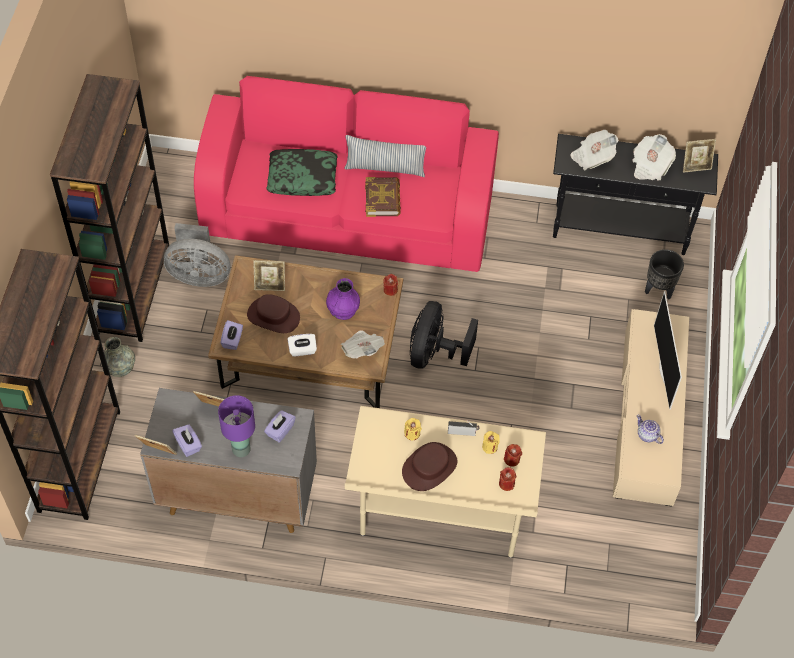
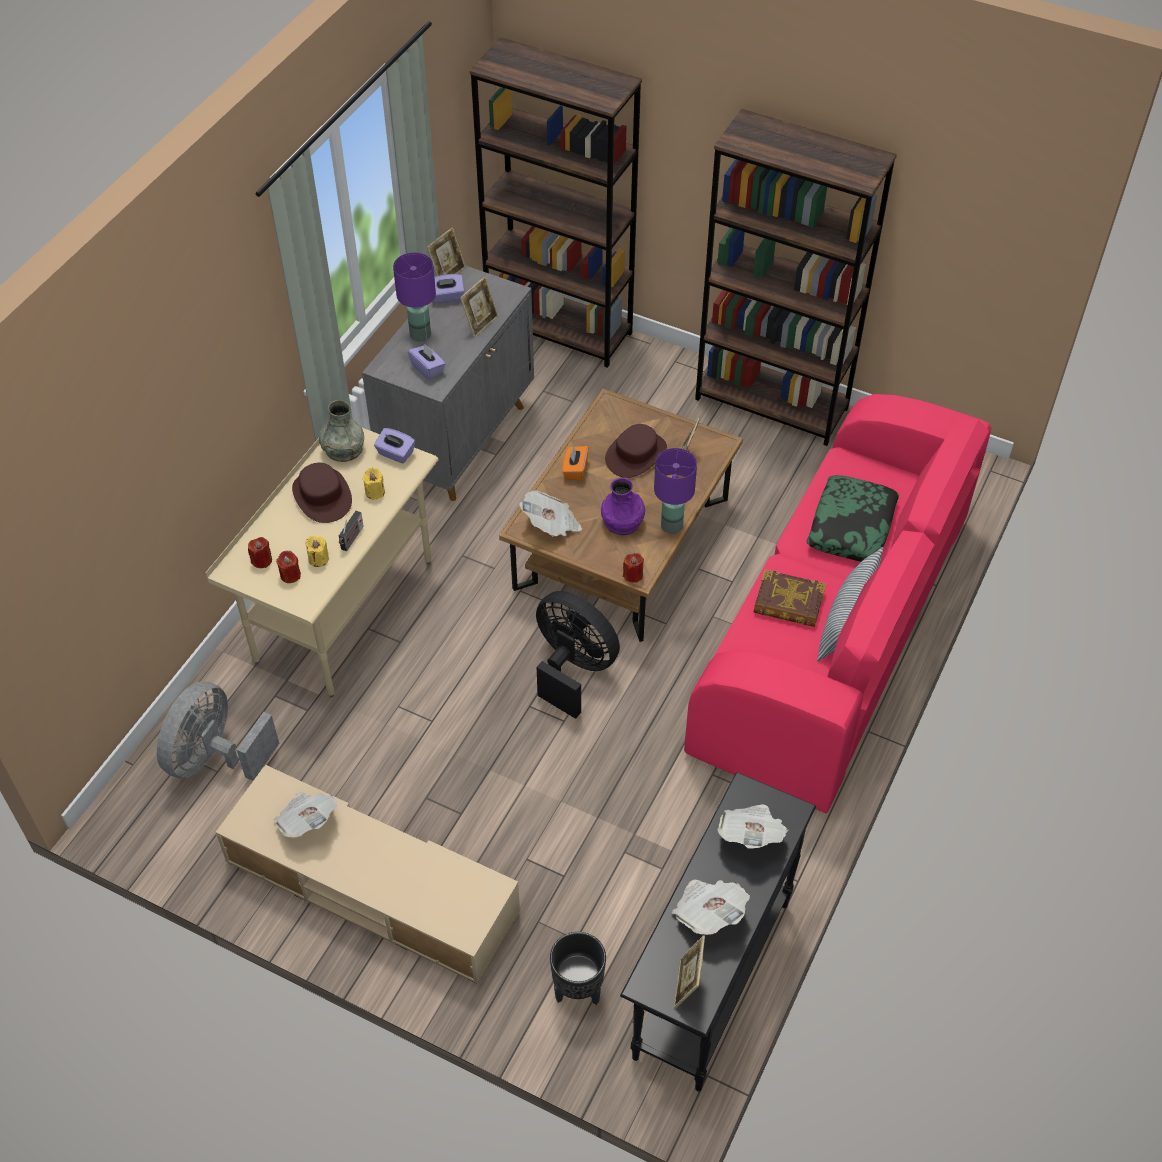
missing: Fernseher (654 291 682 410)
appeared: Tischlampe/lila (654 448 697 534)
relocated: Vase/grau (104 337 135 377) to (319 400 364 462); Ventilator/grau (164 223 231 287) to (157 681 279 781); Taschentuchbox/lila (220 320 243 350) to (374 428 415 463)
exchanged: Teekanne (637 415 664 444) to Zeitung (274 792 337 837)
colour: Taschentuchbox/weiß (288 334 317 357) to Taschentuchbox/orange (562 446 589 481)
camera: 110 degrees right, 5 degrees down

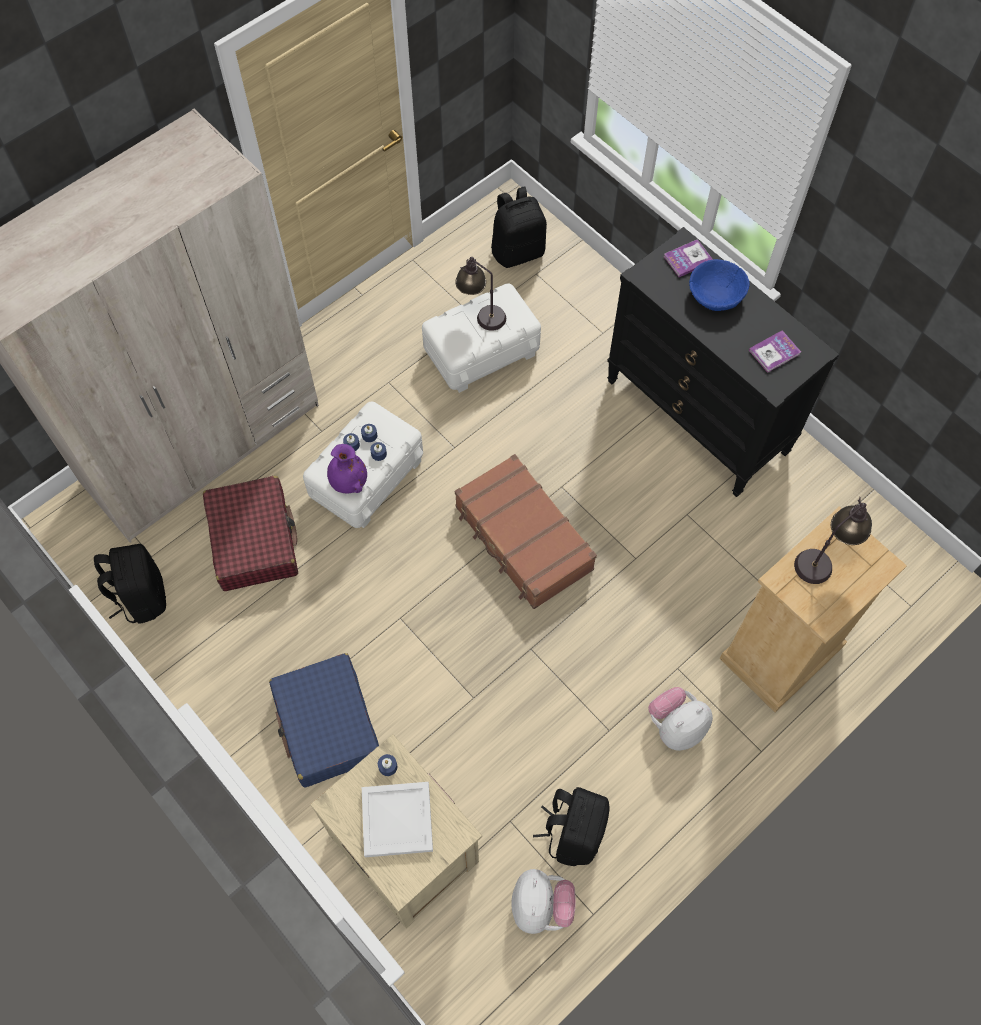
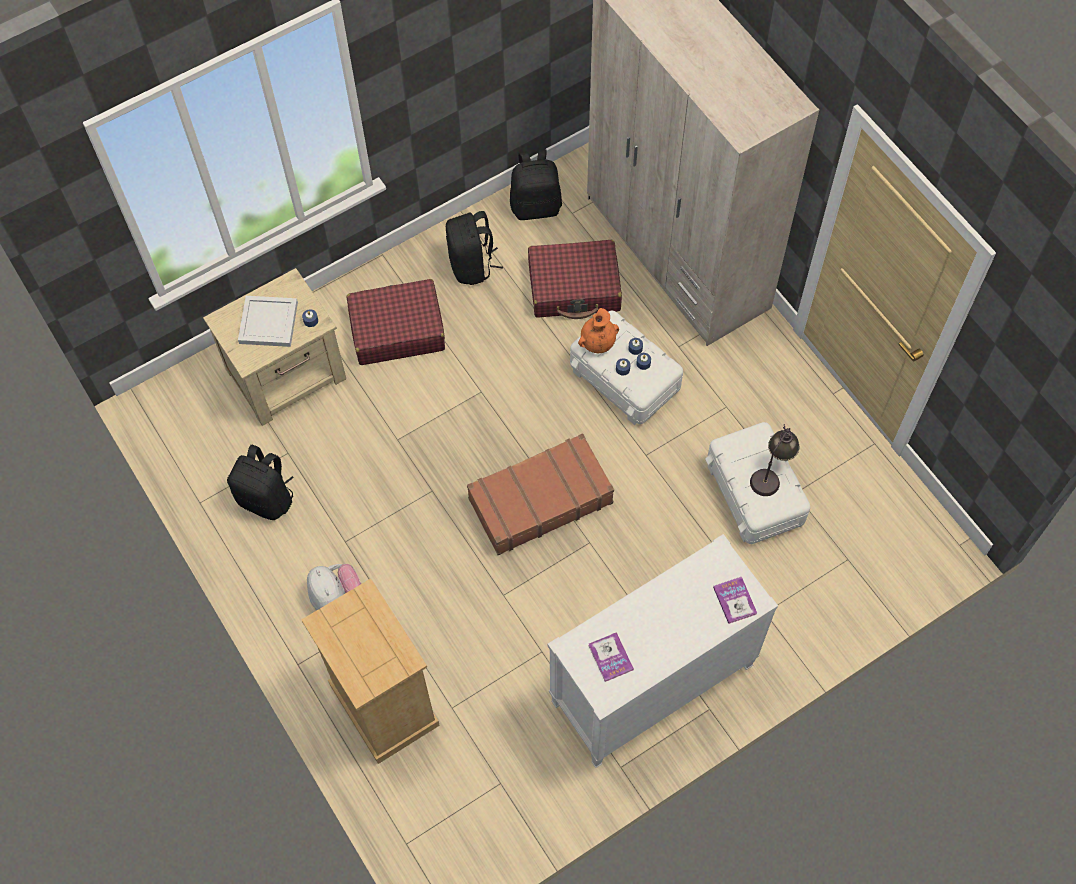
missing: Plüschtier (511 869 576 934); Schüssel/blau (689 259 750 311); Tischlampe (794 497 872 584)
relocated: Rucksack/schwarz (491 187 547 268) to (446 211 503 285)
colour: Koffer/blau (269 653 379 788) to Koffer/rot (346 279 445 365); Vase/lila (327 444 367 493) to Vase/orange (578 308 619 353); Kommode/schwarz (607 227 839 497) to Kommode/weiß (548 534 778 768)
camera: 100 degrees right, 0 degrees up

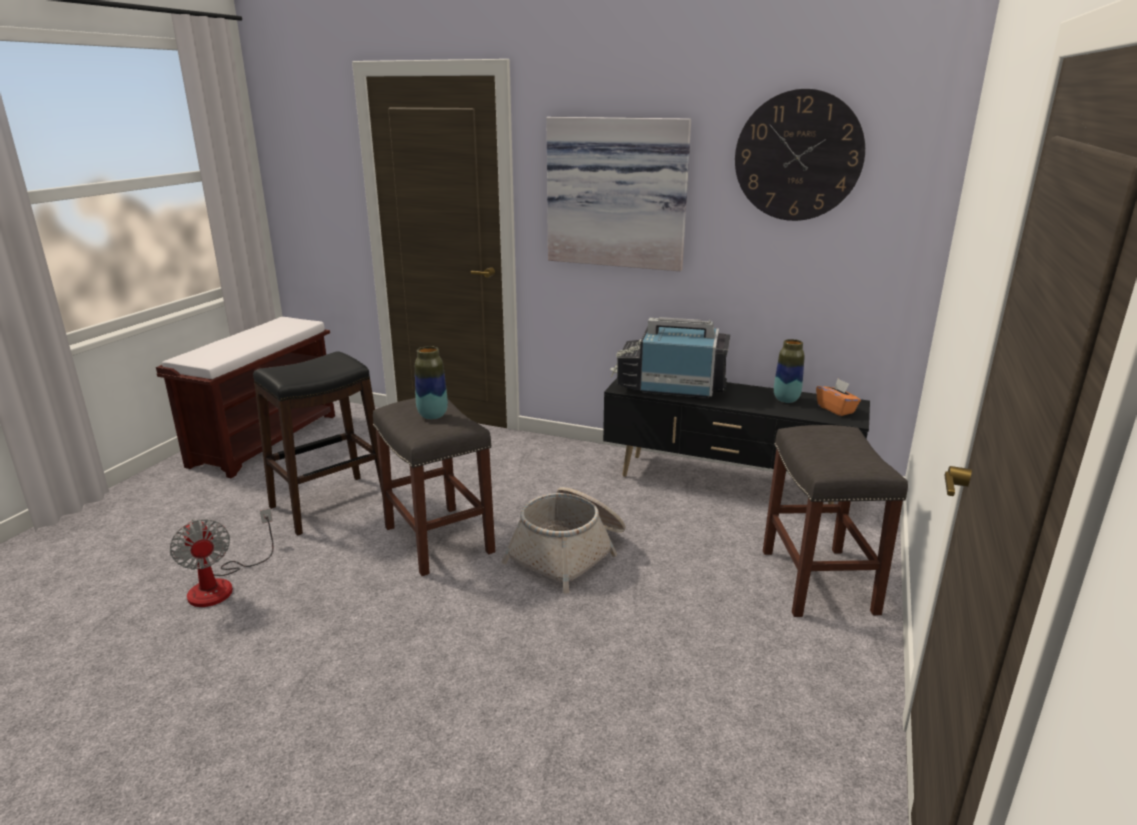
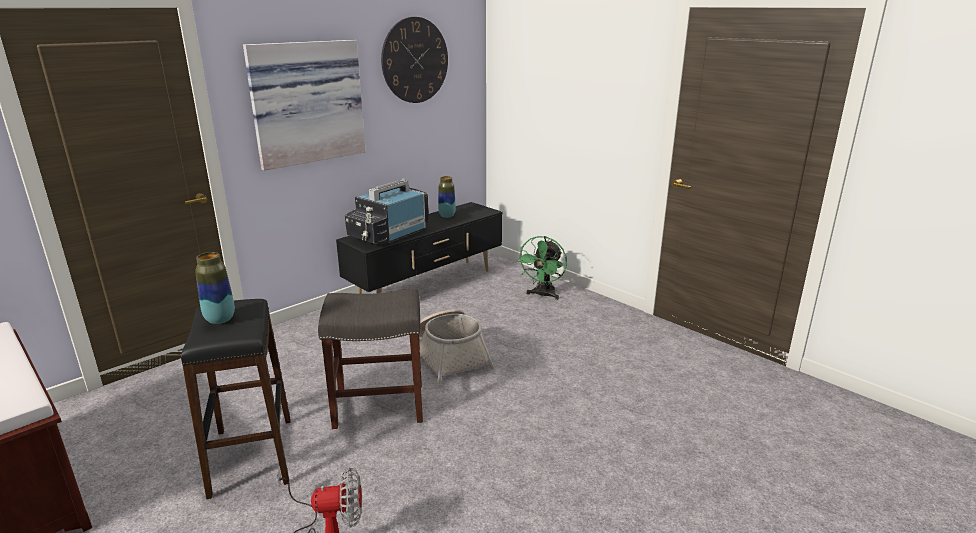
missing: Taschentuchbox/orange (816 379 861 416)
relocated: Vase (415 346 448 420) to (195 252 235 324)
exchanged: Hocker/grau (763 425 908 617) to Ventilator/grün (517 236 567 300)
camera: 65 degrees left, 0 degrees up

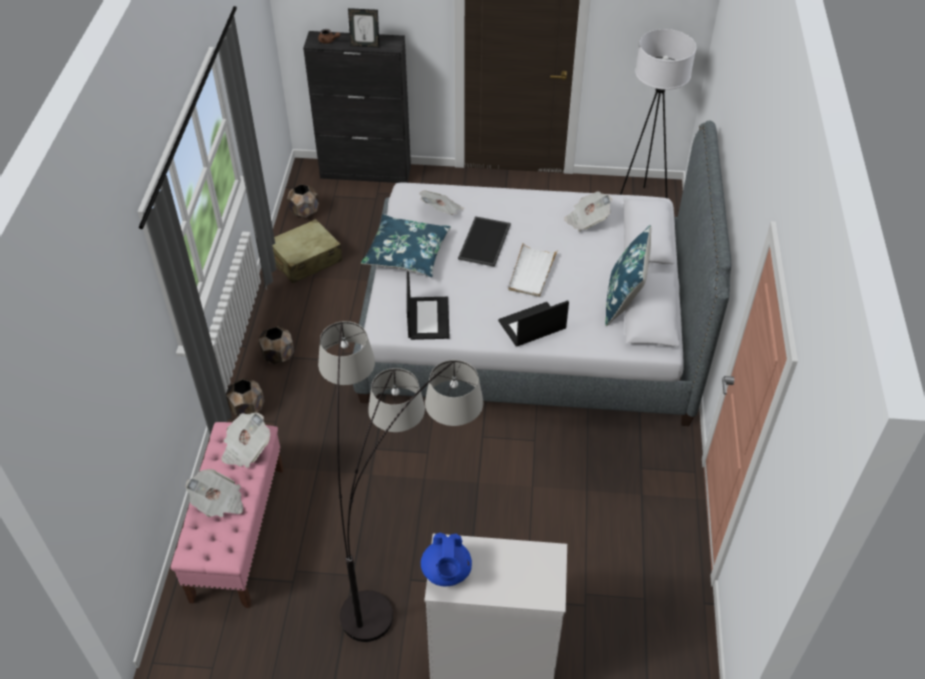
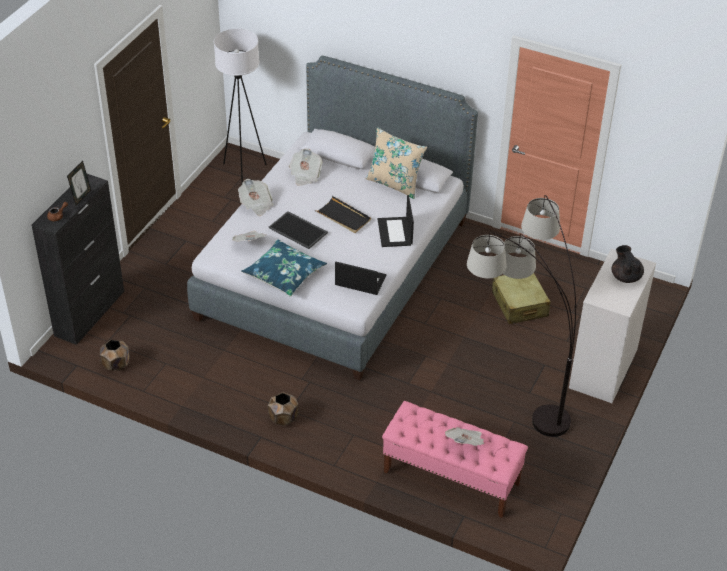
missing: Pflanzkübel/braun (226 378 265 416); Teekanne/blau (421 532 472 587)
appeared: Teekanne/schwarz (611 245 644 283)
relocated: Zeitung (221 413 270 468) to (238 179 274 216); Koffer/beige (272 219 343 283) to (492 273 551 324)
colour: Tablett/weiß (508 243 558 297) to Tablett/schwarz (315 196 371 233); Kissen/blau (605 225 651 326) to Kissen/beige (365 127 427 199)
camera: 70 degrees left, 5 degrees down

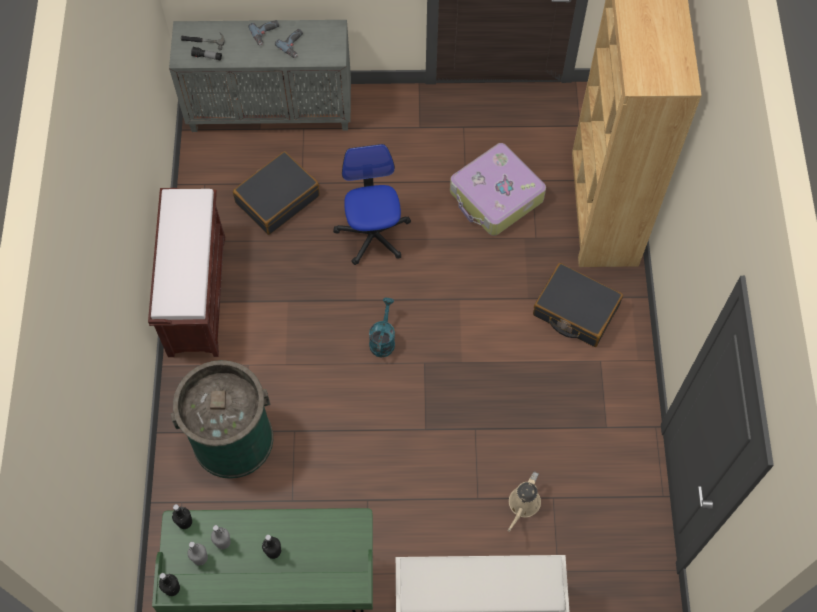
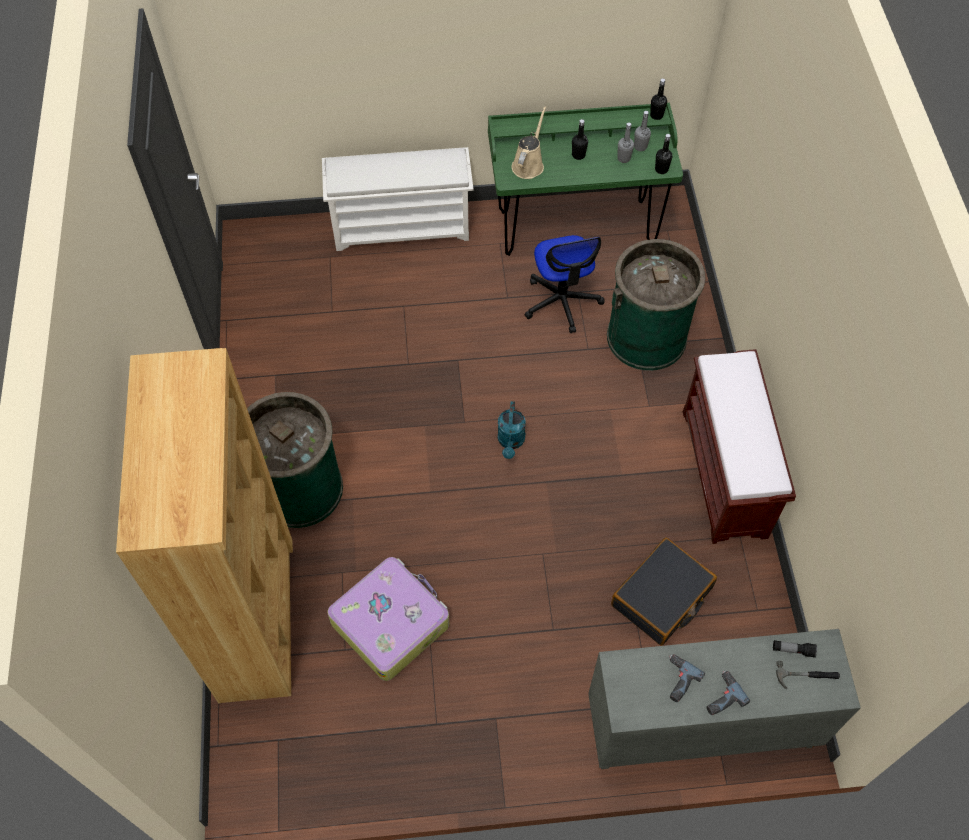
relocated: Bürostuhl (333 144 411 265) to (524 235 605 333); Gießkanne/beige (508 471 541 532) to (512 106 546 179)
exchanged: Koffer/schwarz (533 263 623 347) to Mülleimer/grün (247 392 343 528)
camera: 175 degrees right, 5 degrees down

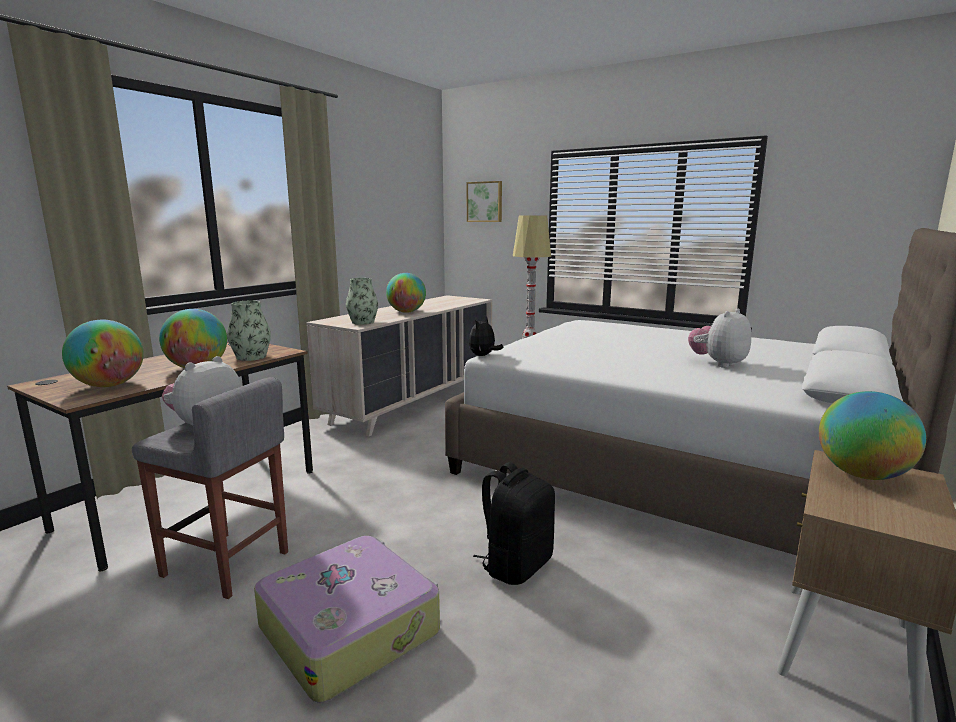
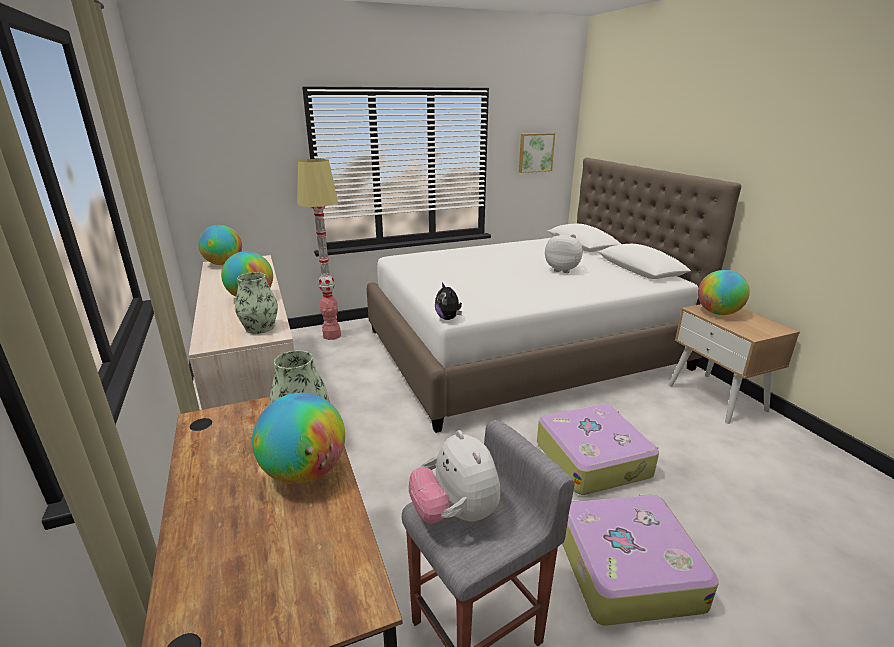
relocated: Globus (62 320 144 387) to (198 225 242 265); Bild (467 181 502 222) to (519 133 555 173)
exchanged: Rucksack/schwarz (473 462 555 585) to Koffer (537 404 659 495)
spun: Plüschtier (688 308 751 368) = (545 232 583 273) 120 degrees clockwise
camera: 55 degrees left, 10 degrees up

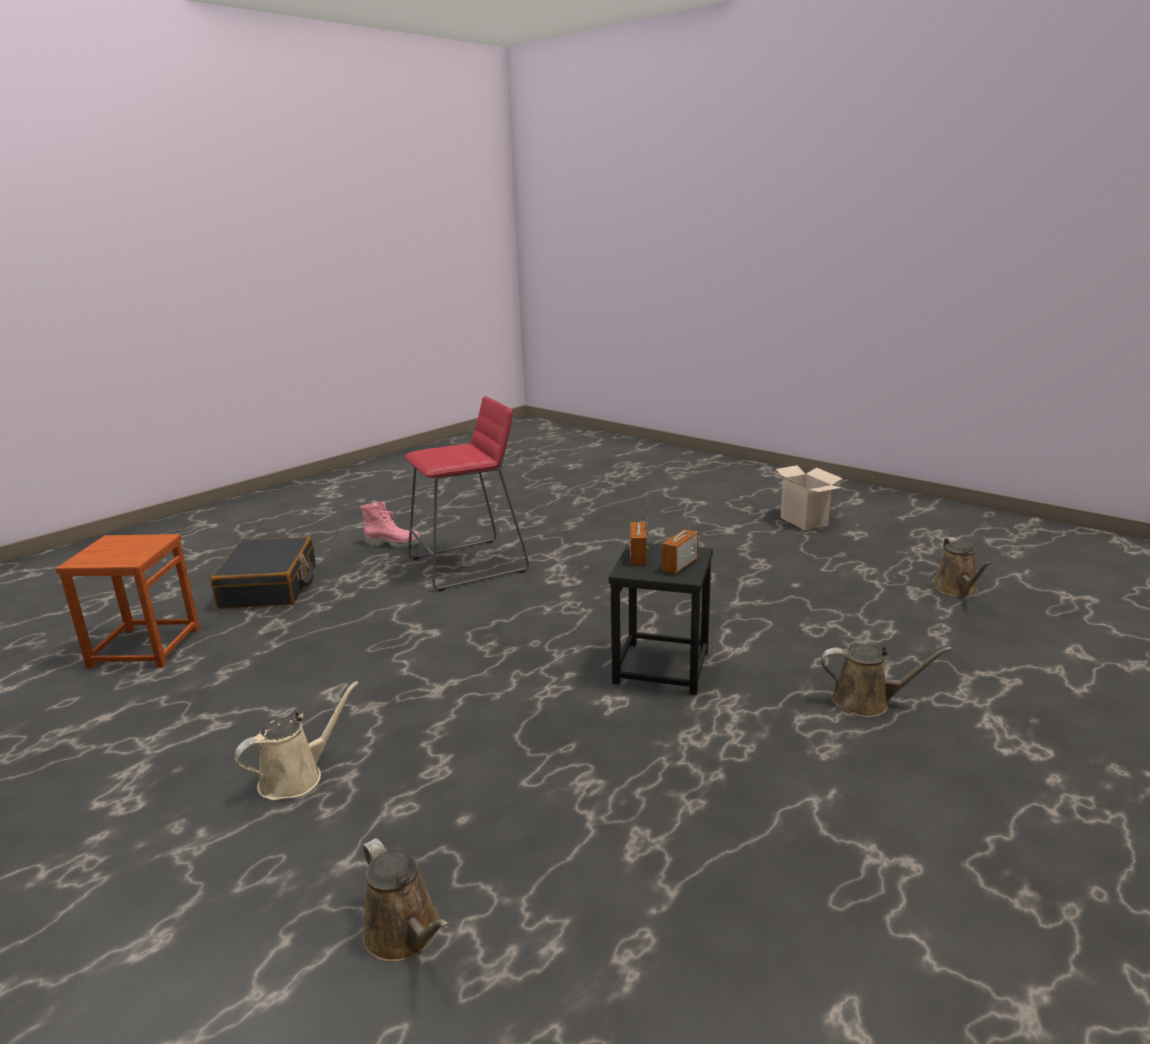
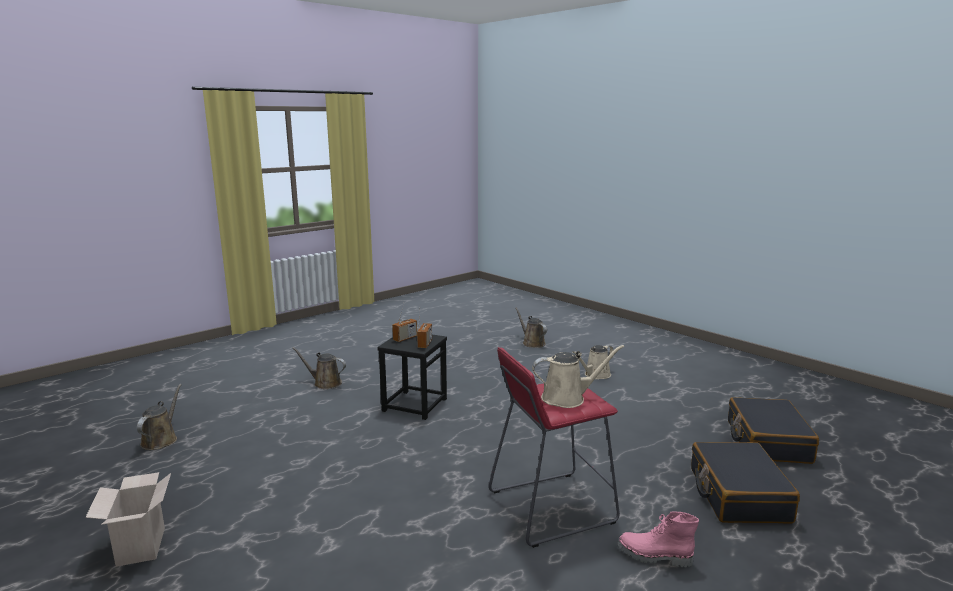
appeared: Gießkanne/beige (532 345 624 408)
exchanged: Hocker/braun (56 534 200 668) to Koffer/schwarz (728 397 819 464)
camera: 175 degrees left, 5 degrees down

